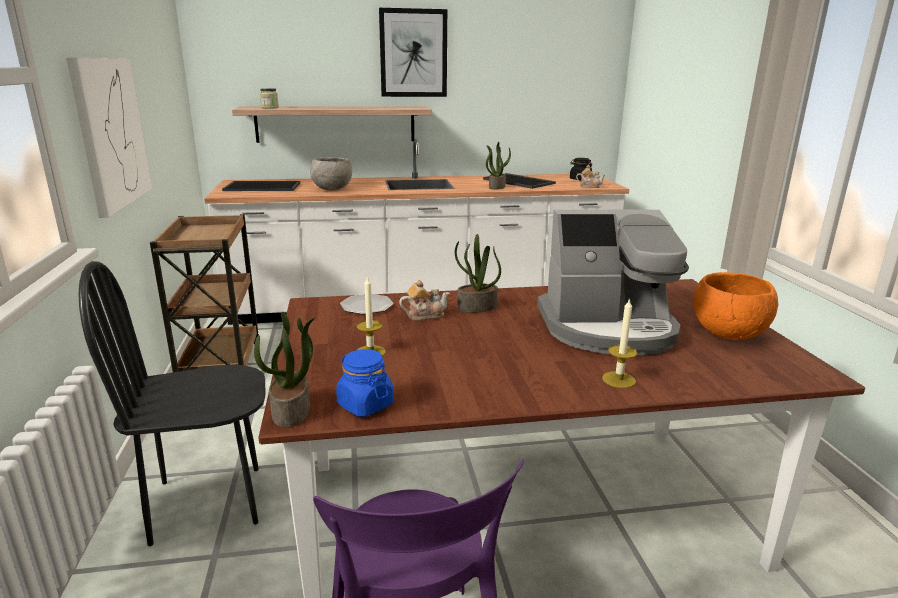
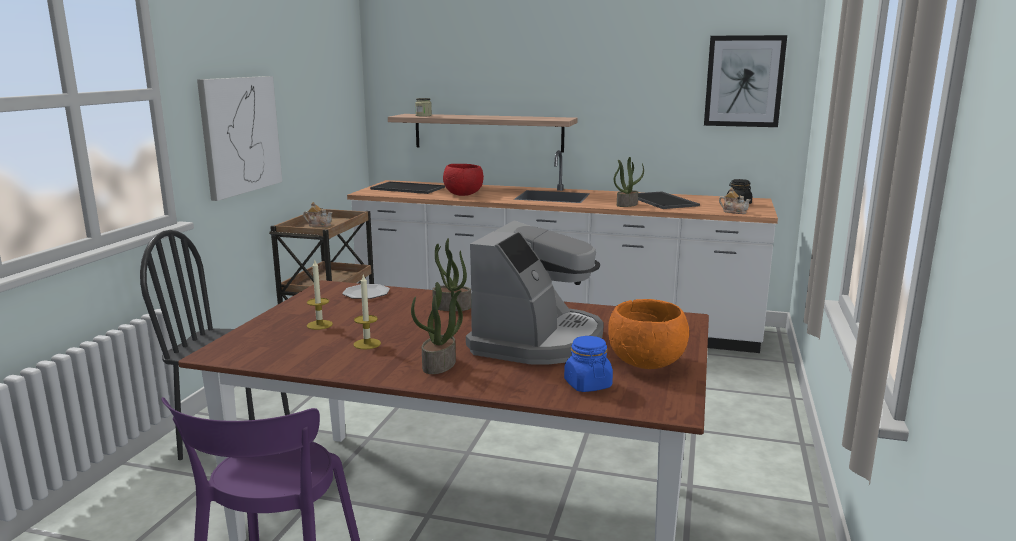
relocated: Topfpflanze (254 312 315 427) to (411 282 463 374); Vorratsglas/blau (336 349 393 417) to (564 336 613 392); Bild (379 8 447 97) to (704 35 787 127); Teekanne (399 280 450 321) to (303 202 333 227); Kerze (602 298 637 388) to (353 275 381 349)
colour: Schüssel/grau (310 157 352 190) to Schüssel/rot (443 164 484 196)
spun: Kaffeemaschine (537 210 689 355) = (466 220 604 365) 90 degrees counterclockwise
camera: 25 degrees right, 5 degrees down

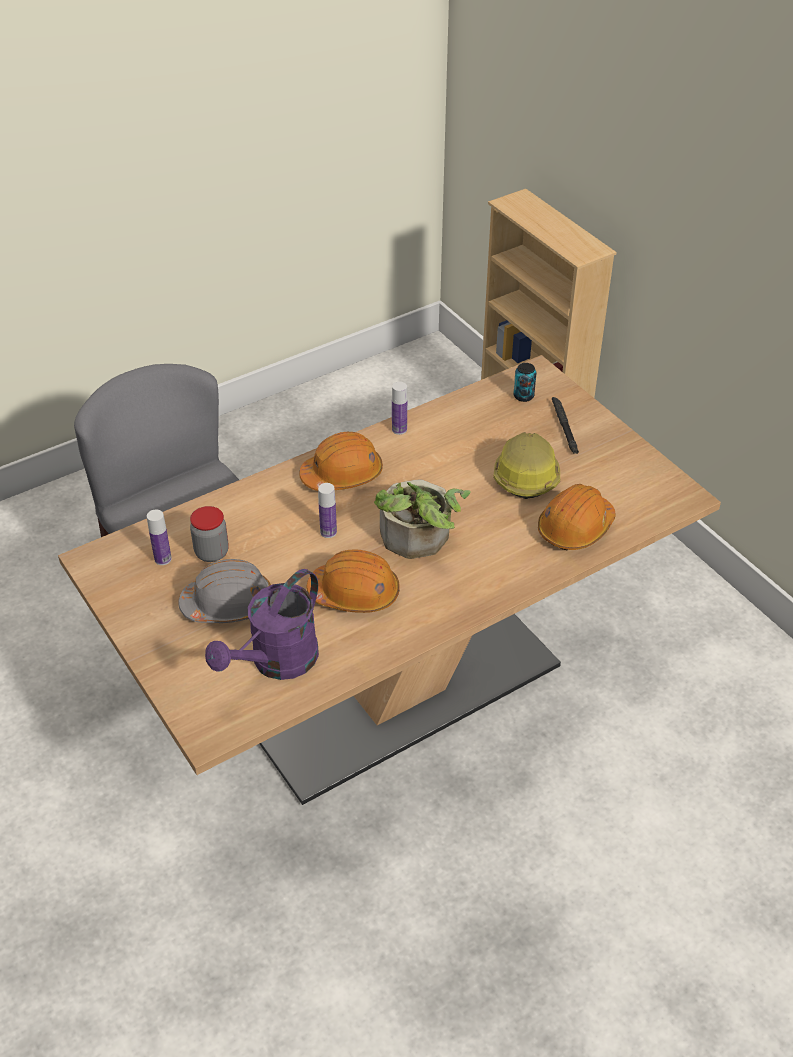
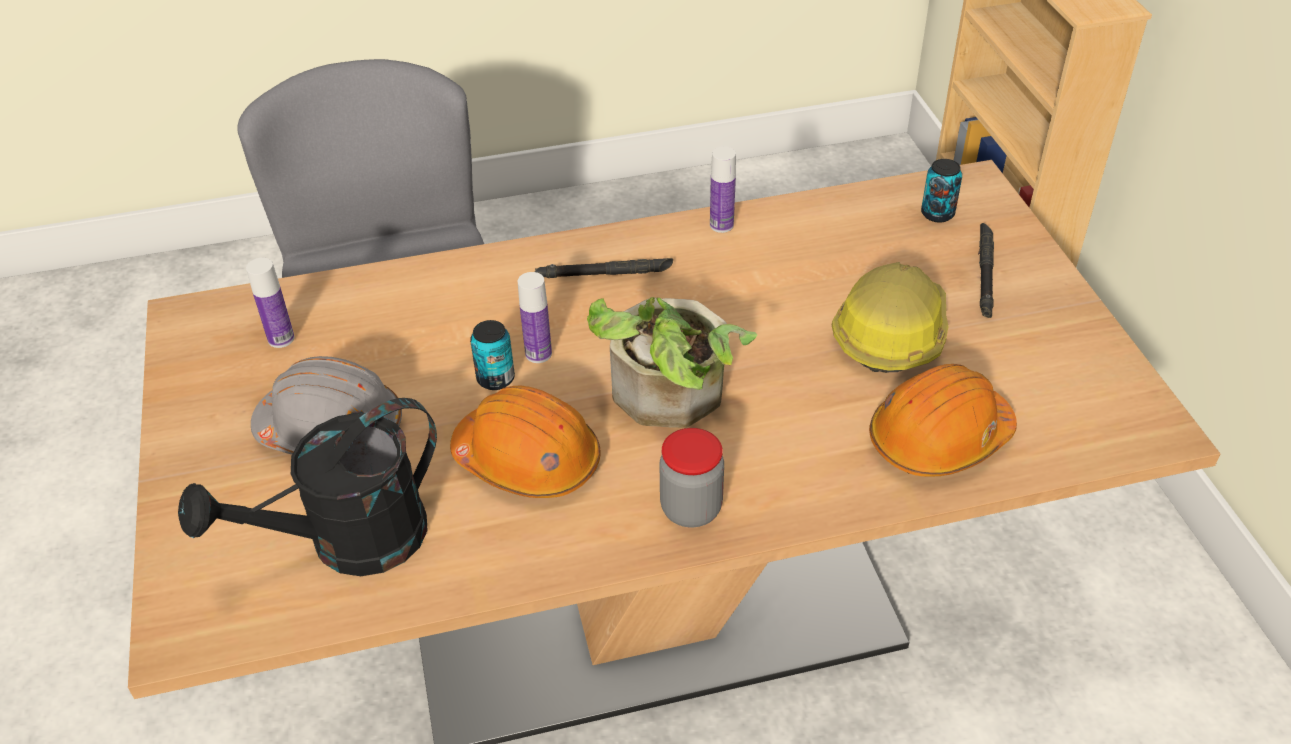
appeared: Dose (470 320 515 390)
relocated: Vorratsglas (190 506 228 562) to (660 428 724 527)
exchanged: Schutzhelm/orange (299 432 383 491) to Taschenlampe/schwarz (535 258 673 278)
colour: Gießkanne/lila (205 569 319 680) to Gießkanne/schwarz (178 398 437 576)
camera: 20 degrees right, 0 degrees up

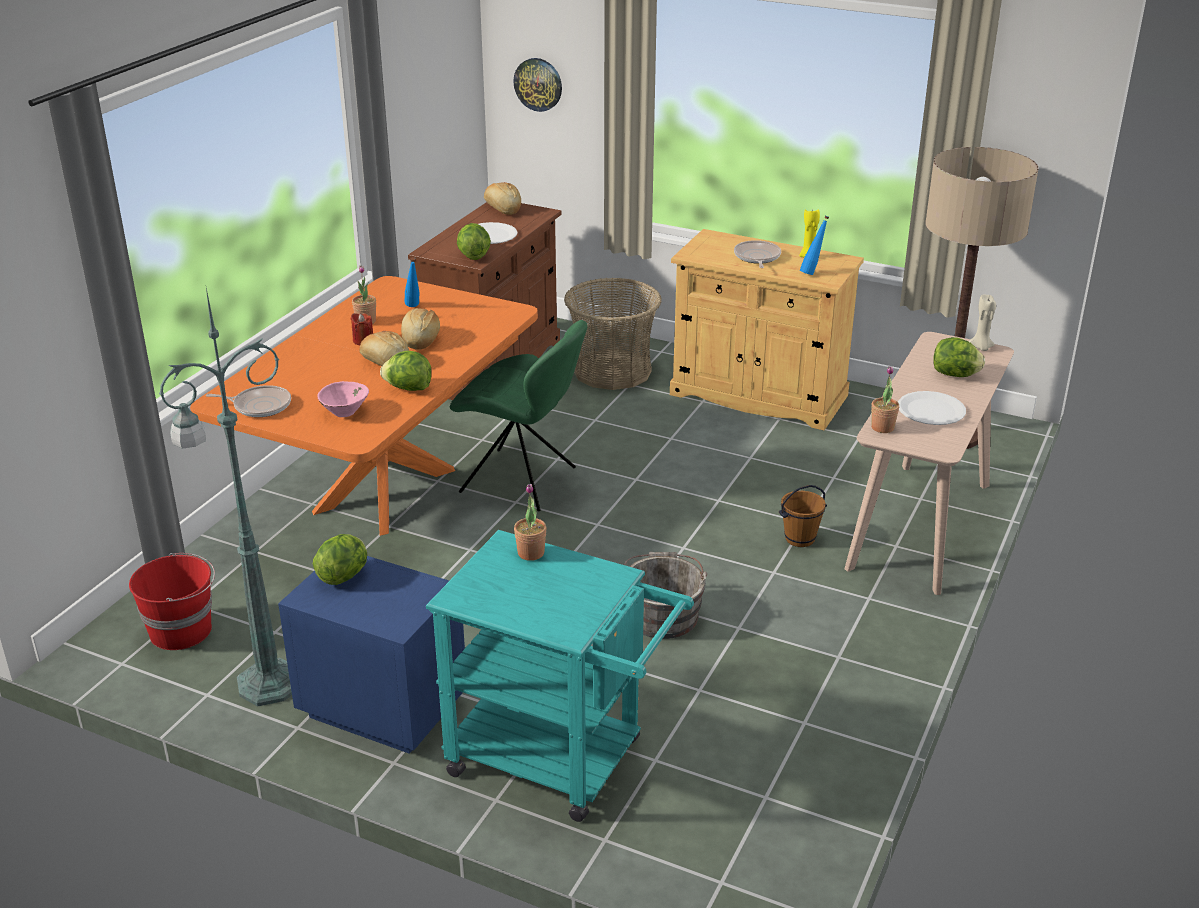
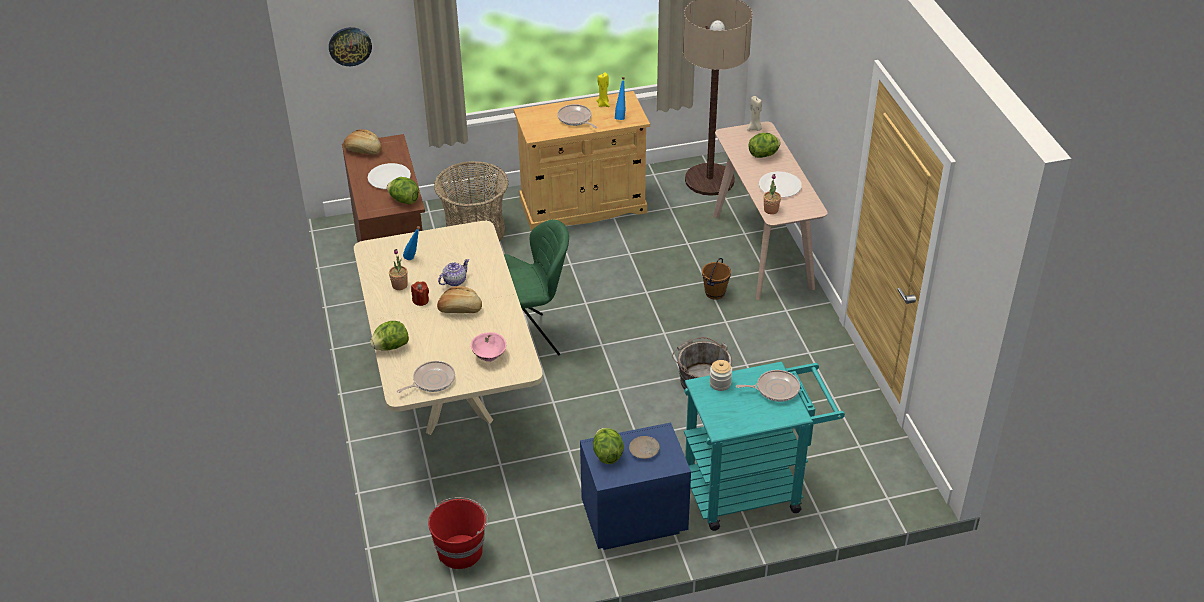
missing: Stehlampe/grün (159 288 292 706)
appeared: Teller/beige (629 436 659 459); Pfanne (736 370 800 402)
relocated: Salatkopf (380 351 432 391) to (370 321 409 351)
exchanged: Brot (401 308 440 350) to Teekanne (438 259 469 286); Topfpflanze (514 484 547 561) to Vorratsglas (709 360 732 391)
colour: Esstisch/orange (190 276 538 536) to Esstisch/beige (354 221 543 435)
camera: 40 degrees left, 10 degrees up

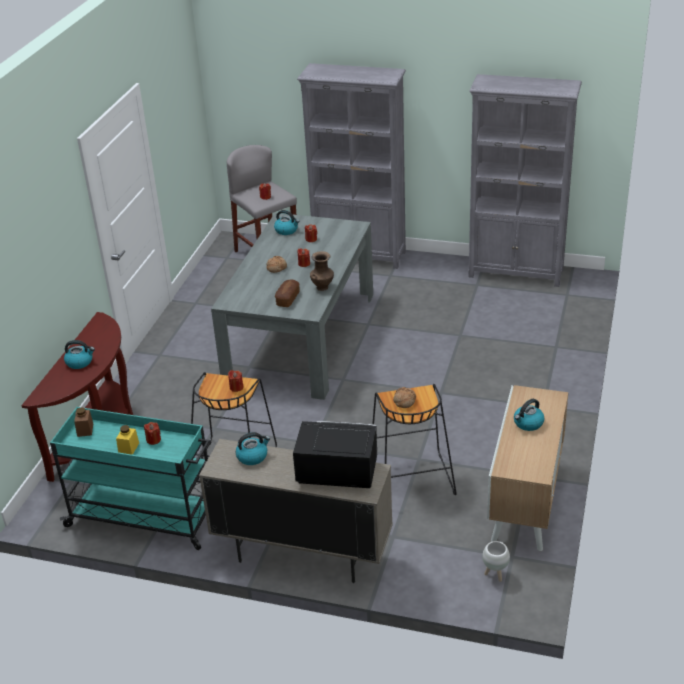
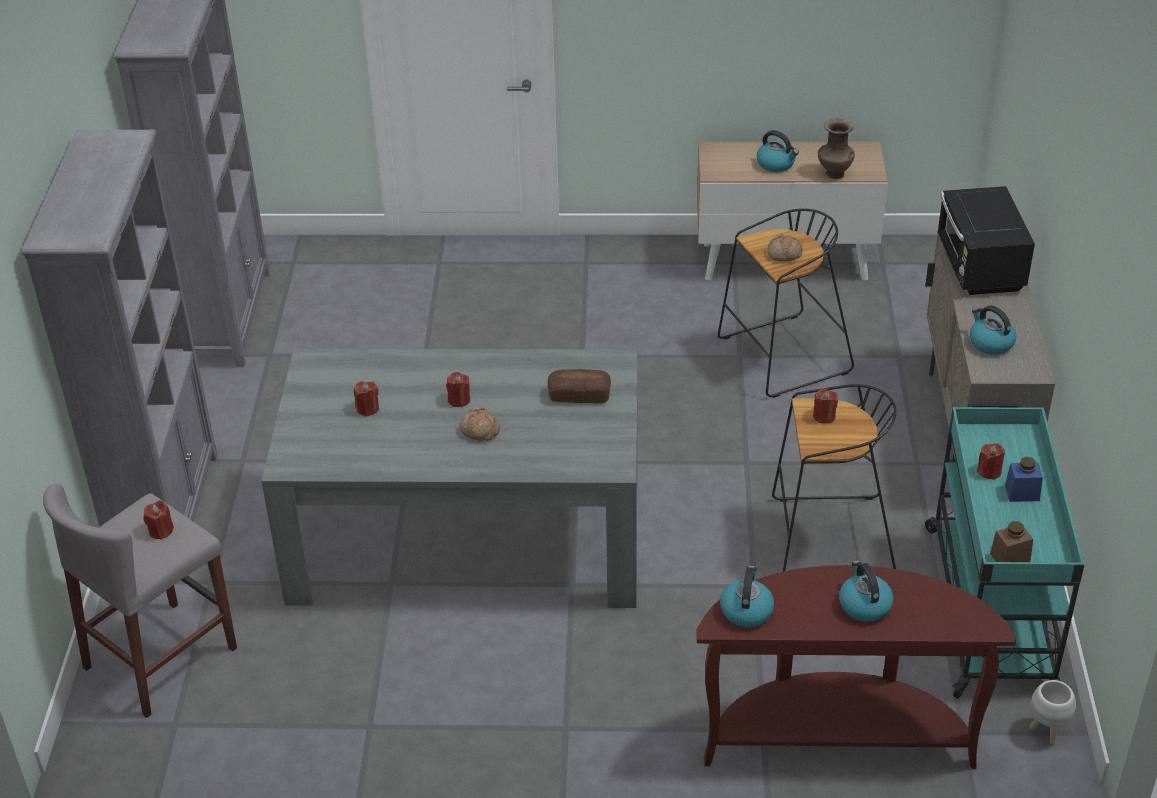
relocated: Wasserkessel (274 210 299 235) to (720 566 774 627); Vase/braun (310 251 334 291) to (818 119 855 179); Pflanzkübel/weiß (482 541 510 582) to (1030 680 1076 745)
colour: Vorratsglas/gelb (116 425 139 455) to Vorratsglas/blau (1005 457 1043 502)
camera: 105 degrees left, 5 degrees up

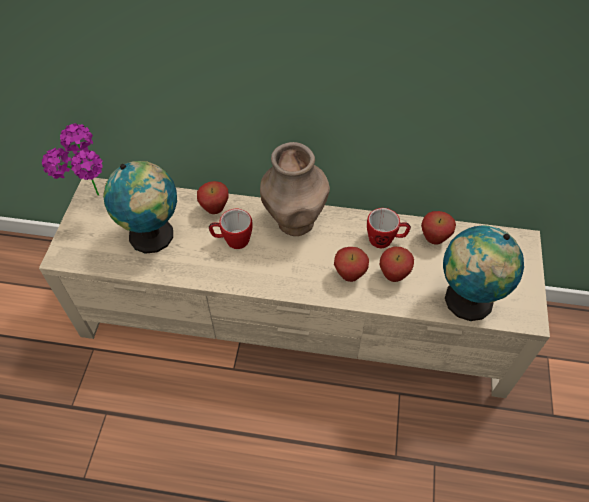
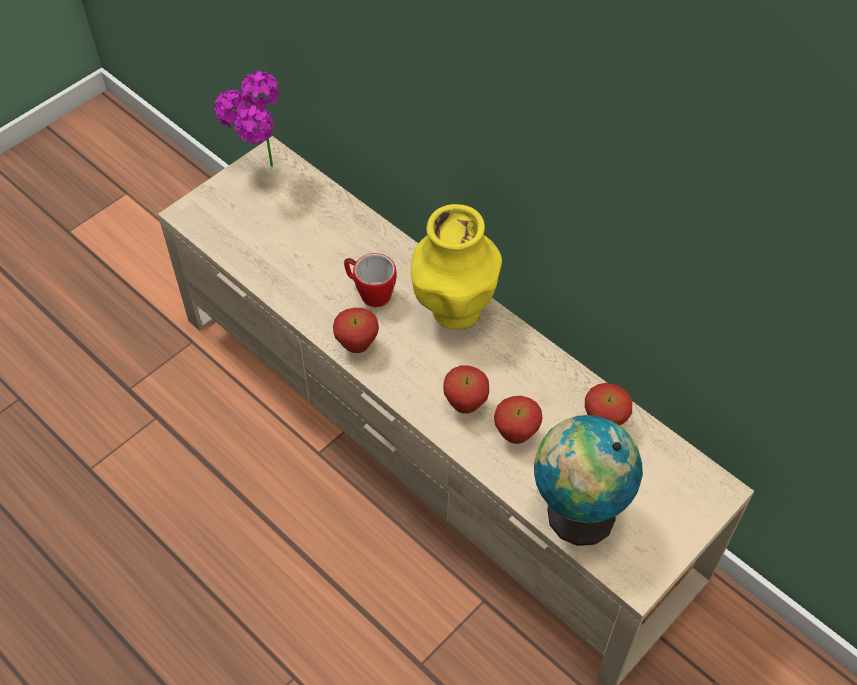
missing: Globus (103 161 177 254); Henkelbecher (367 208 411 248)
relocated: Apfel (197 181 229 214) to (333 308 379 353)
colour: Vase/braun (260 142 330 236) to Vase/gelb (411 204 502 330)
camera: 35 degrees right, 0 degrees up

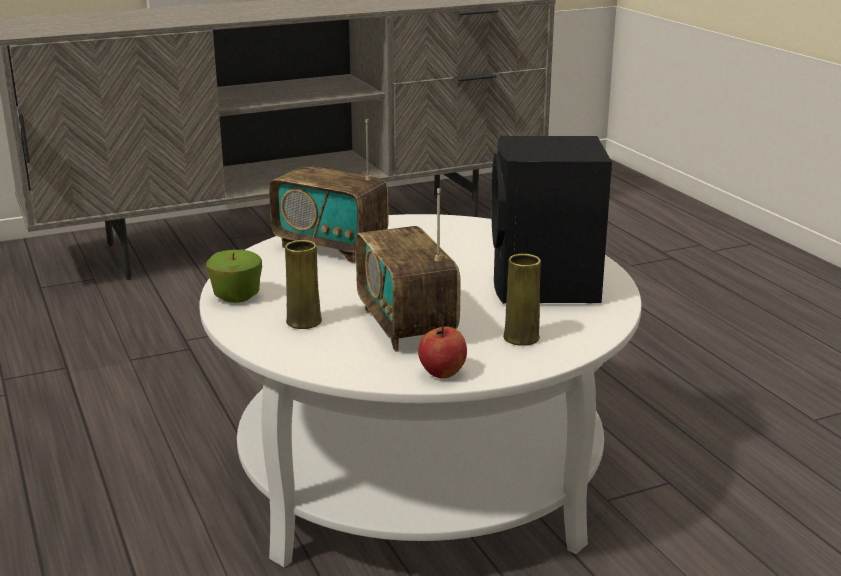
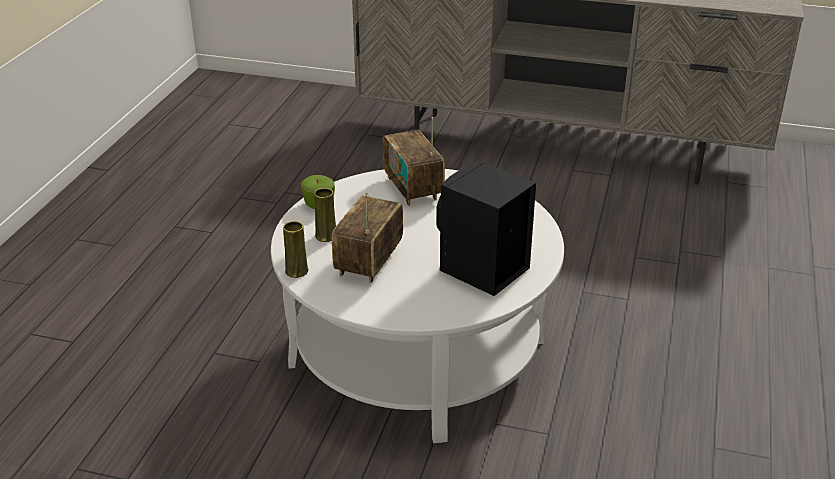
missing: Apfel (418 321 467 378)
relocated: Vase/gelb (503 254 541 346) to (283 221 308 278)
camera: 40 degrees right, 10 degrees up

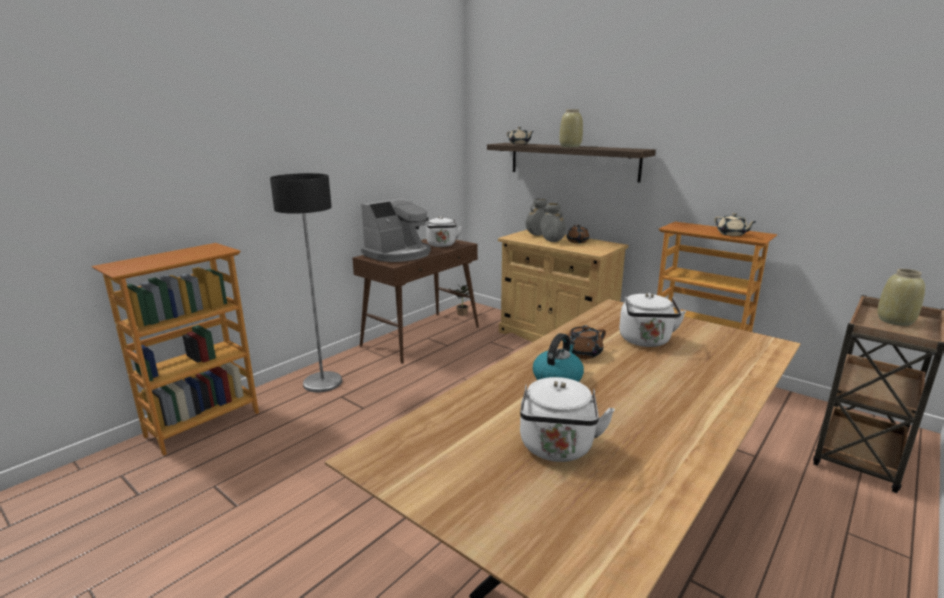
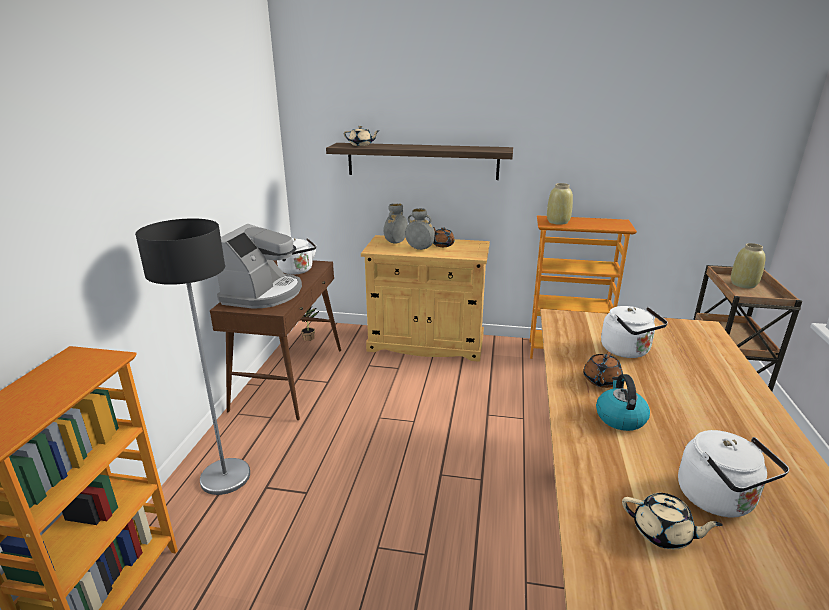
relocated: Vase/beige (560 109 583 147) to (547 183 573 225); Teekanne/beige (714 213 757 236) to (622 493 723 549)
camera: 30 degrees left, 5 degrees up

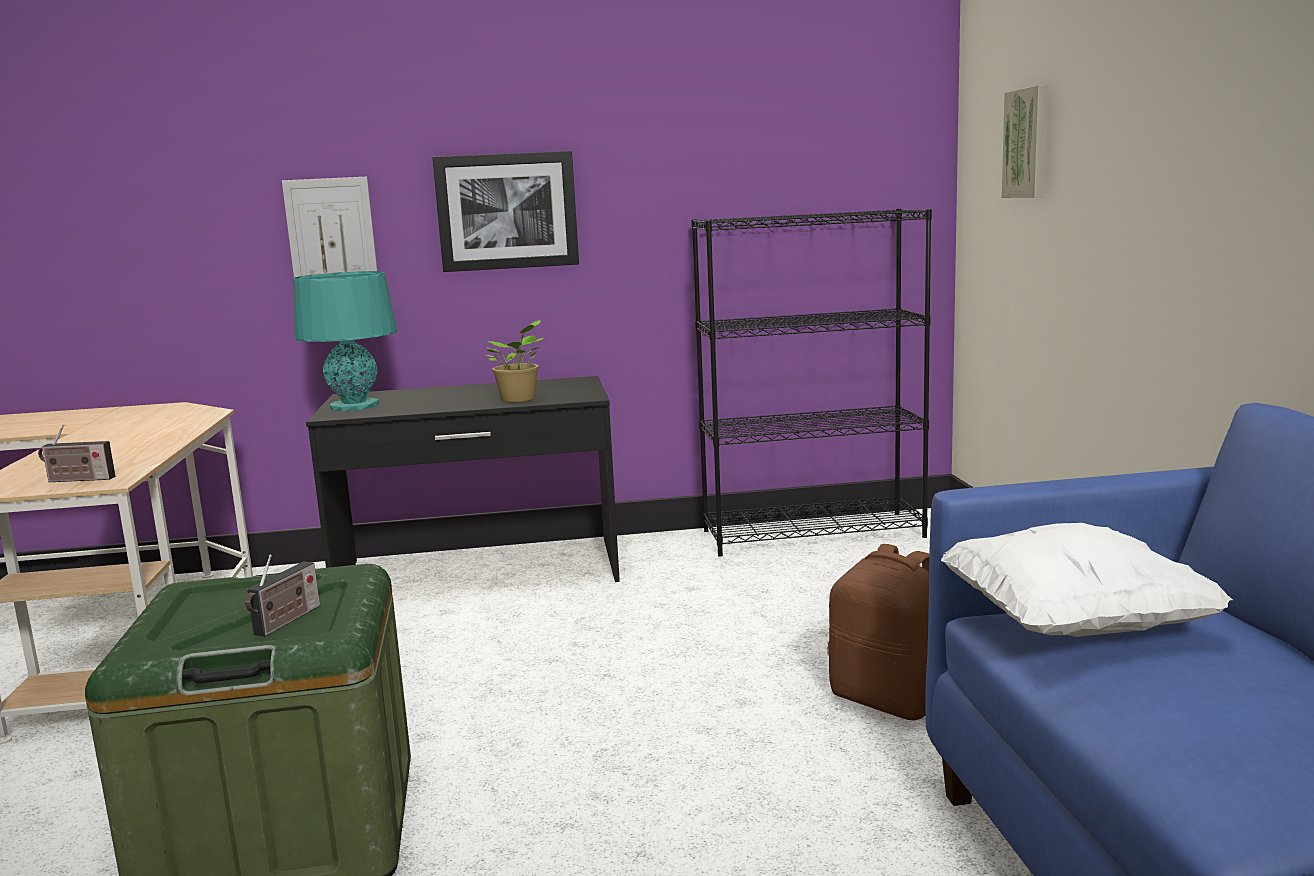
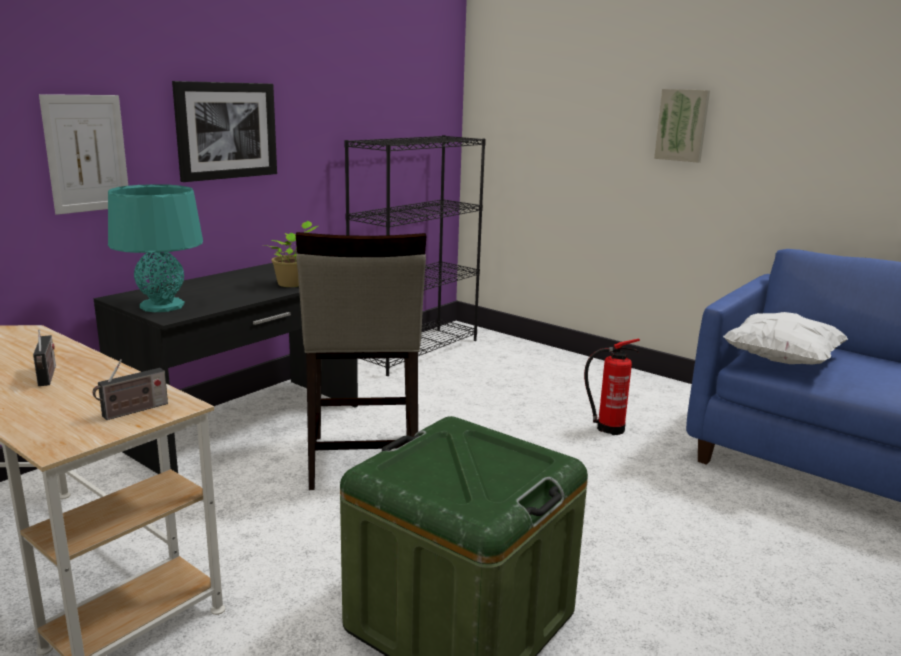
appeared: Hocker/beige (296 232 426 490)
relocated: Radio (245 554 320 636) to (33 330 56 386); Bild (1002 85 1049 198) to (654 89 710 163)
exchanged: Rucksack/braun (827 544 930 720) to Feuerlöscher (584 339 640 435)
camera: 45 degrees left, 5 degrees up

